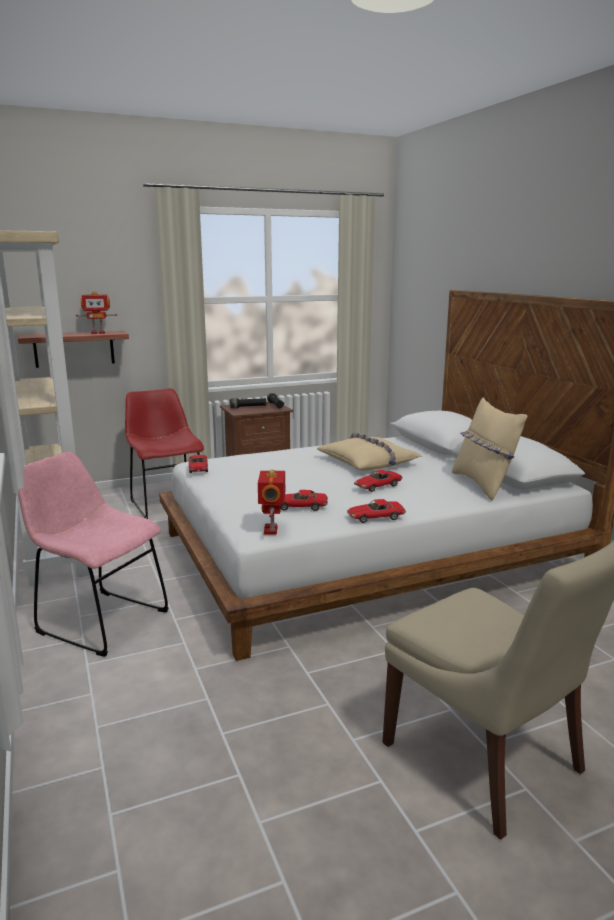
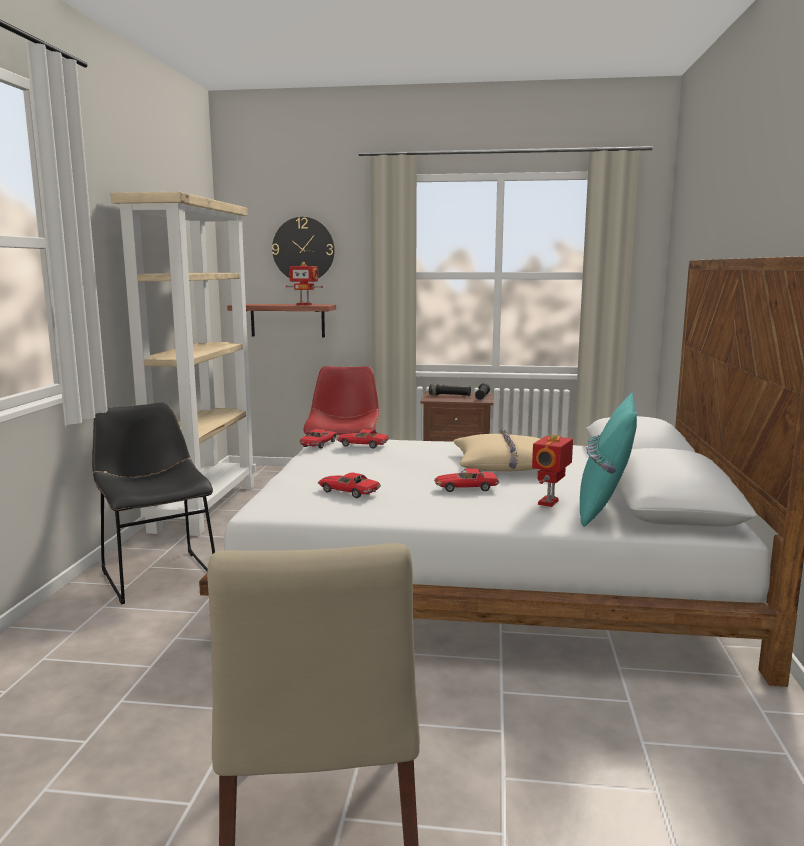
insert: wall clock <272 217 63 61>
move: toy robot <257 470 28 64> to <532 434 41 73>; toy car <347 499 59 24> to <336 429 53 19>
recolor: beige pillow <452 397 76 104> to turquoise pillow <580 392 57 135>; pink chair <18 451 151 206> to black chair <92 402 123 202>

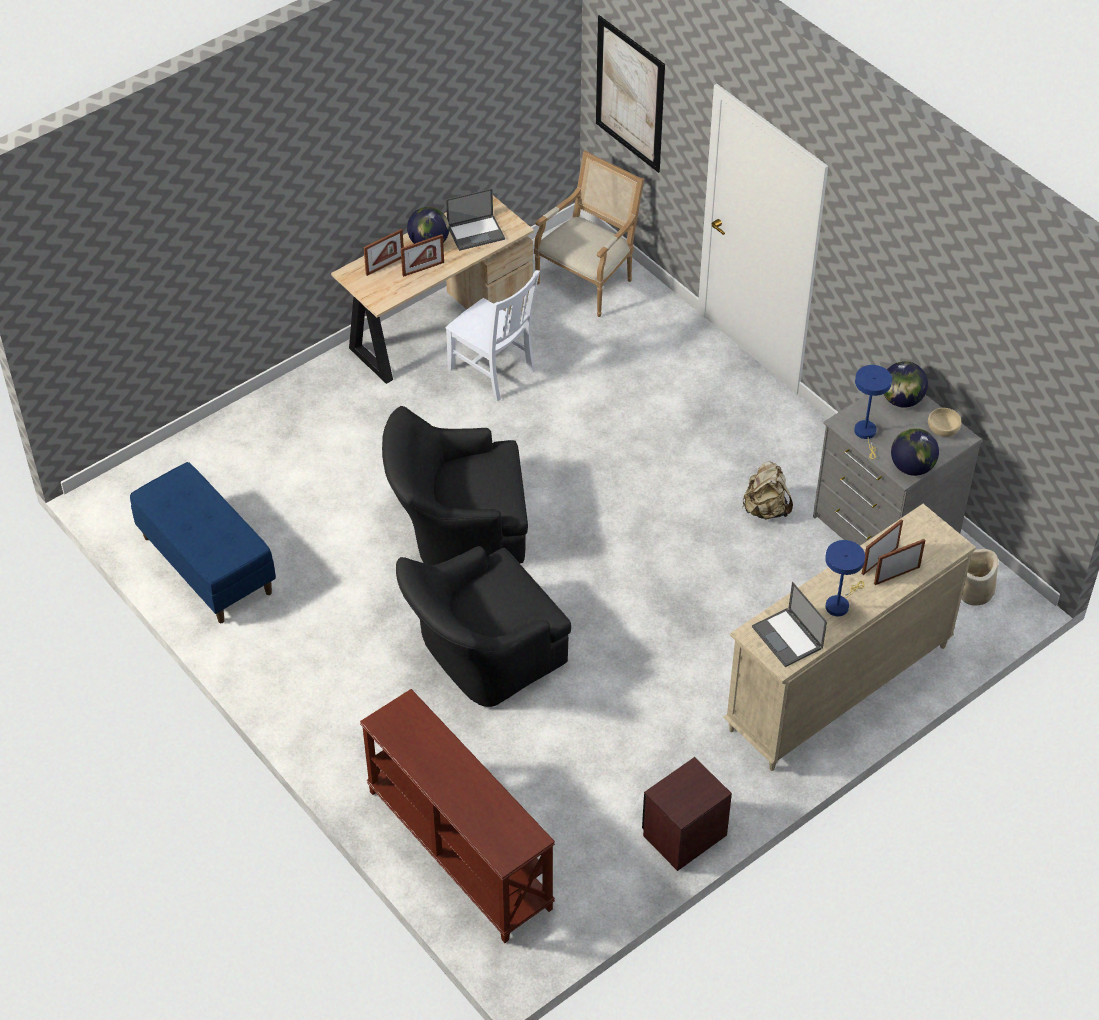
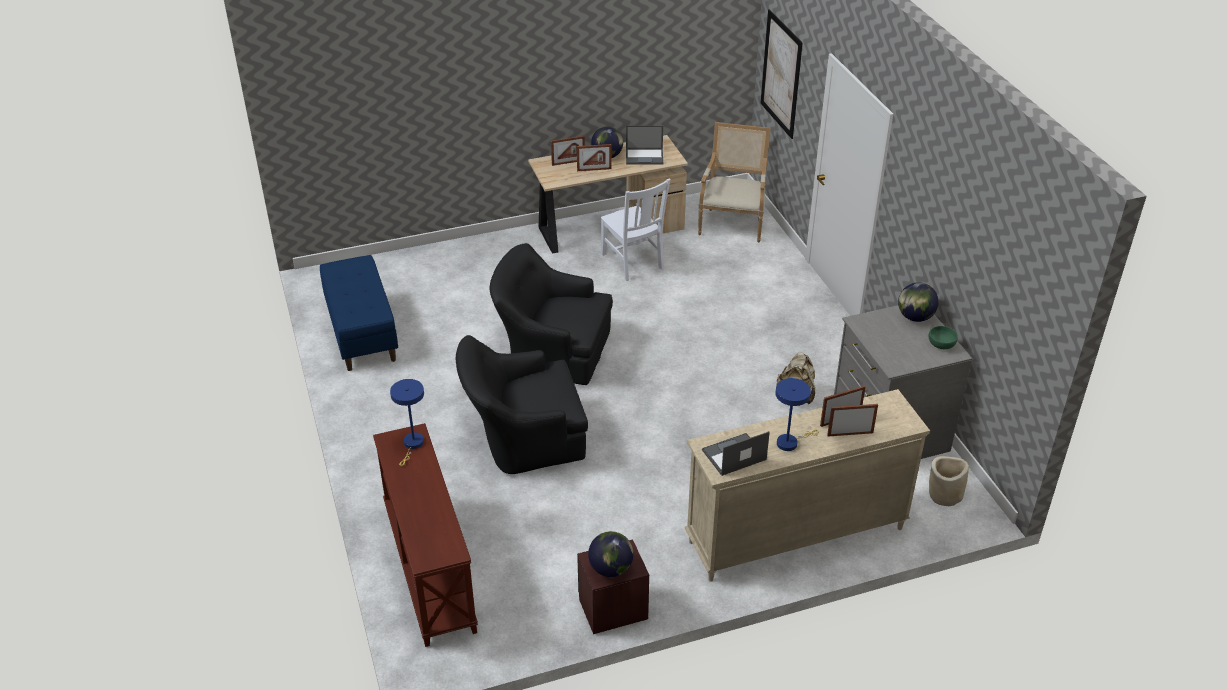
move: blue table lamp <854 365 38 94> to <390 379 34 87>; globe <891 428 48 48> to <588 531 46 46>
recolor: beige bowl <928 408 33 29> to green bowl <929 326 29 23>
rotate: armchair <534 150 110 167> = <698 122 73 120> 45 degrees counterclockwise; laptop <752 582 75 85> = <702 431 68 45> 75 degrees clockwise

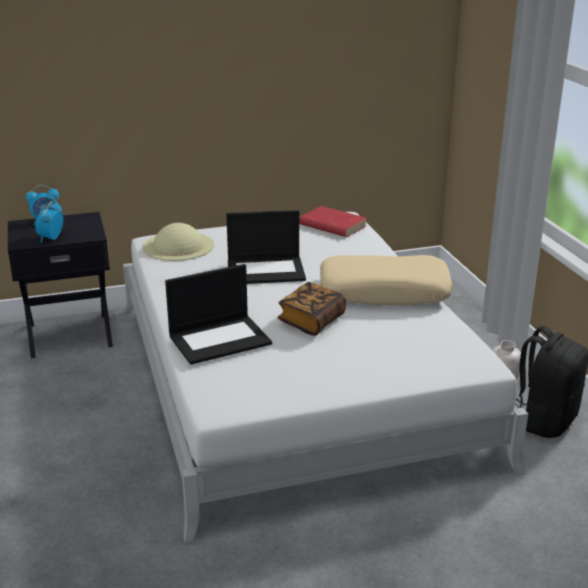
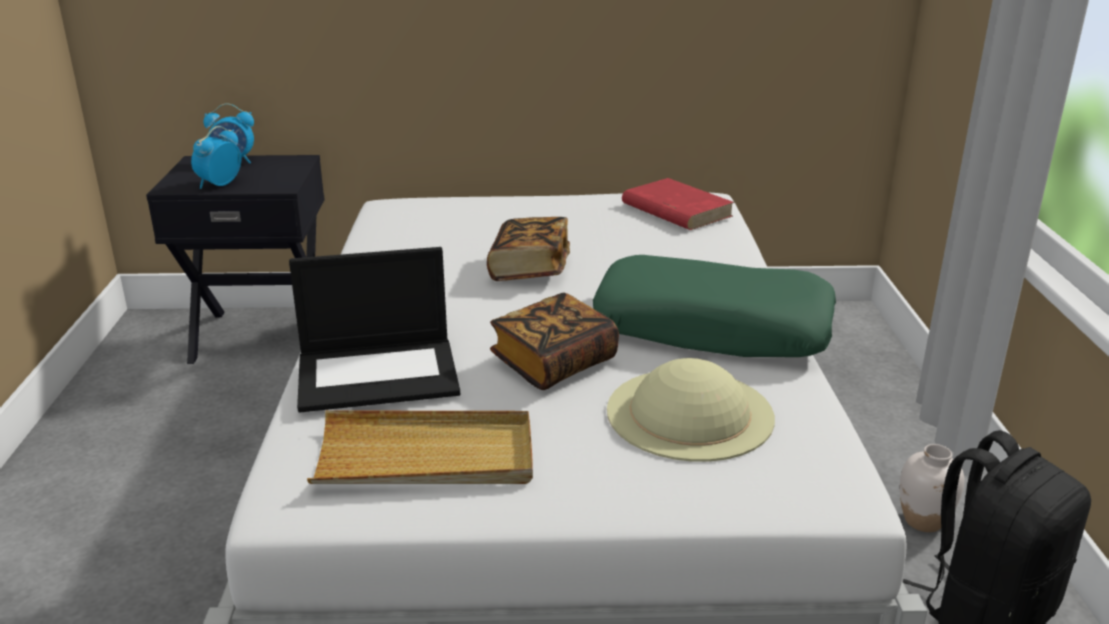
insert: beige tray <307 410 226 74>
move: beige hat <143 223 71 38> to <607 358 168 104>
replace: laptop <226 210 80 74> to book <487 217 83 64>
recolor: beige pillow <320 255 133 51> to green pillow <593 255 243 102>

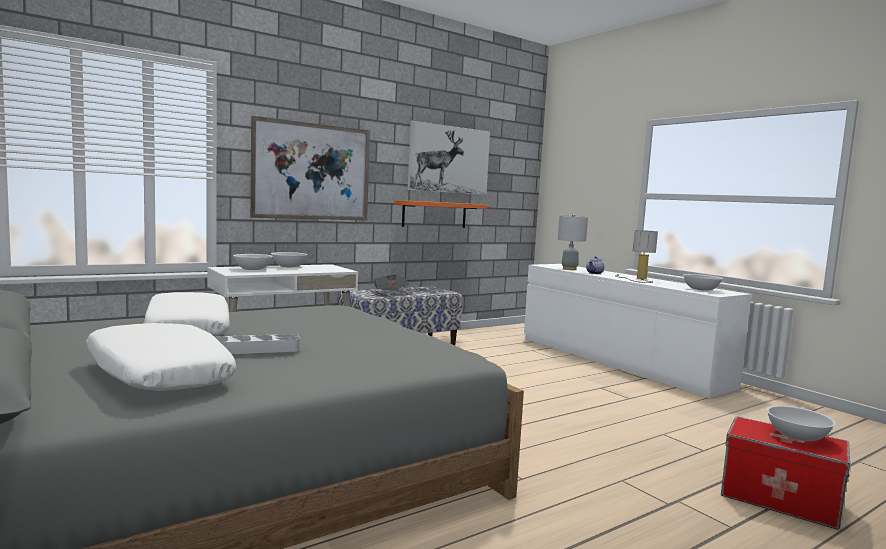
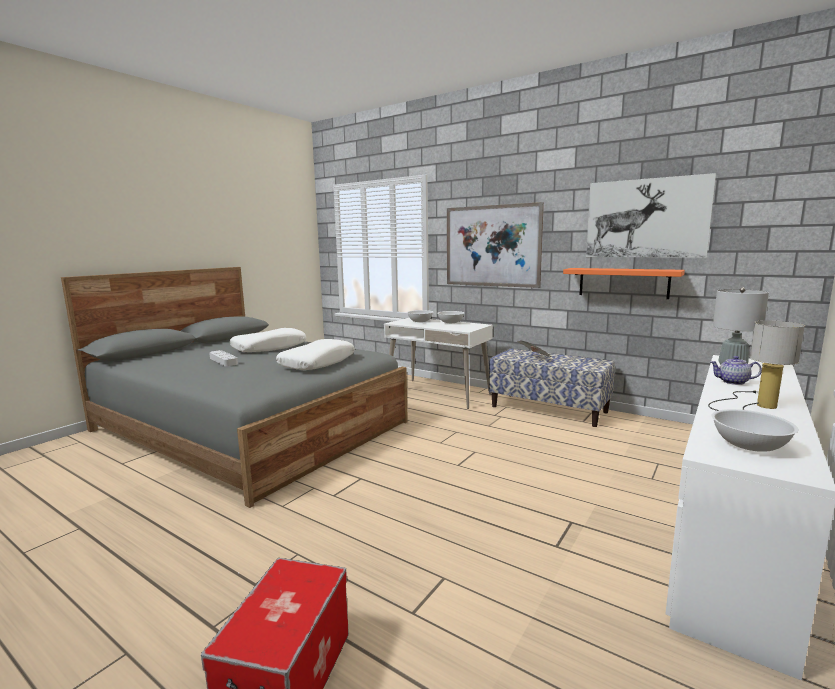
delete: white bowl <766 405 70 36>
move: white pillow <86 323 150 68> to <276 339 79 31>

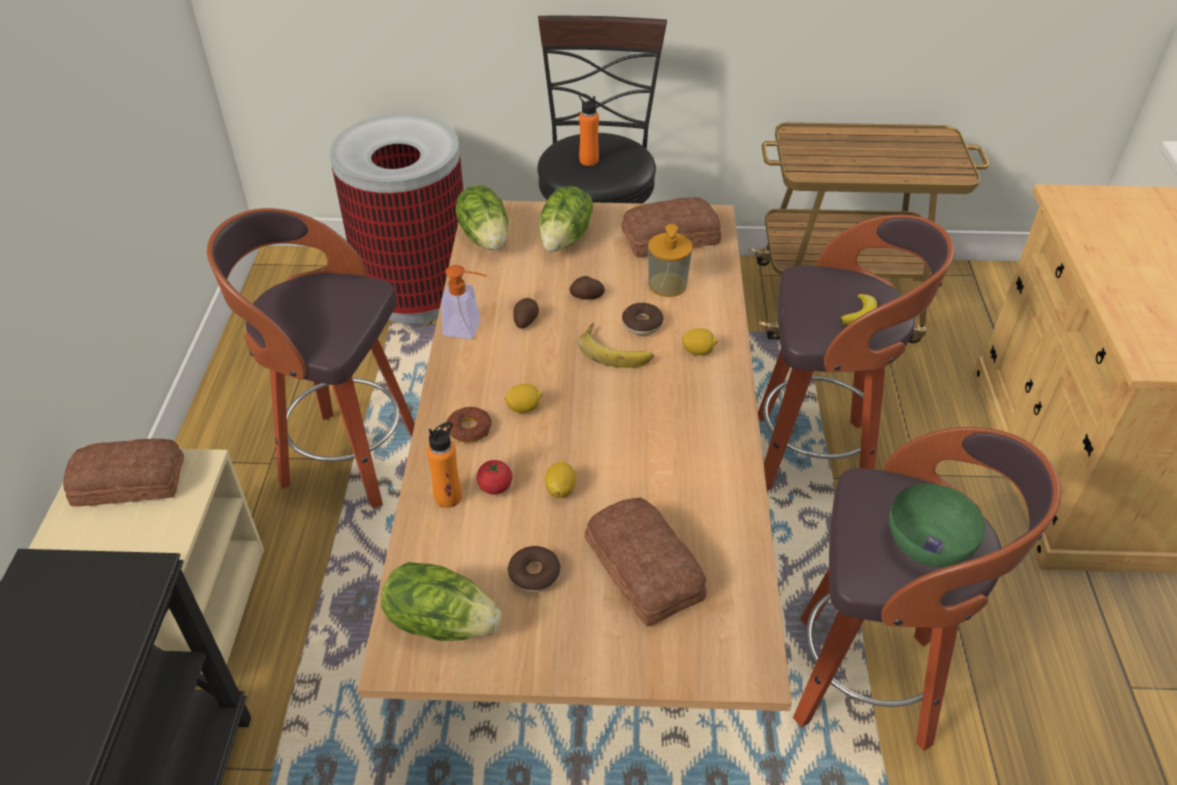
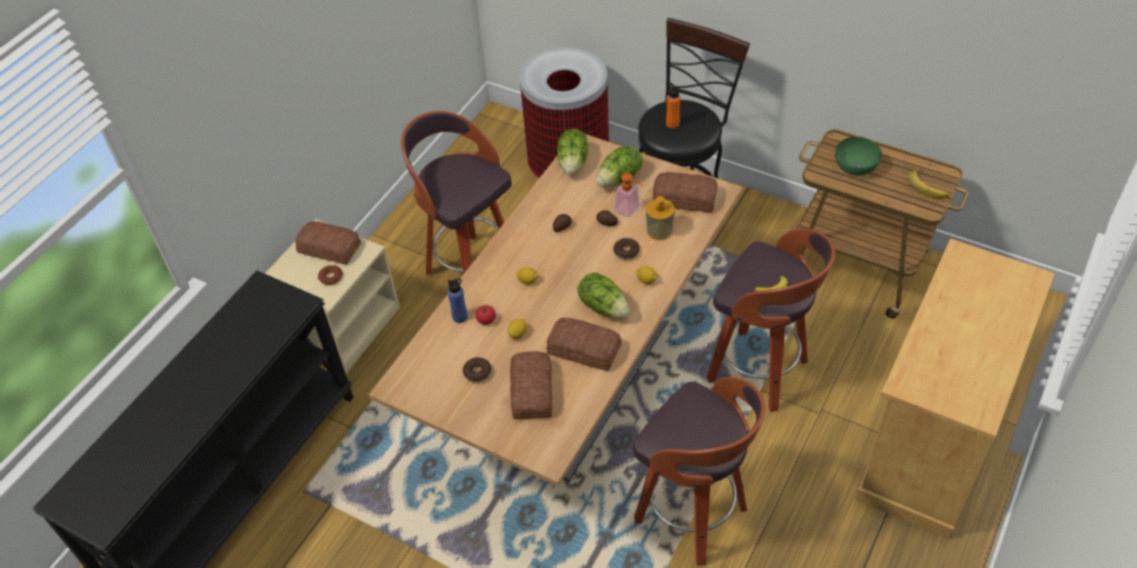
insert: bread <546 318 76 53>
move: soap dispenser <442 265 45 74> to <614 173 29 44>; banana <578 323 76 45> to <907 166 42 33>; donut <446 407 45 36> to <318 265 25 20>; green bowl <889 484 96 83> to <835 137 47 39>; lettuce <381 562 120 79> to <577 273 53 46>
recolor: orange bottle <427 422 35 86> to blue bottle <447 279 21 44>

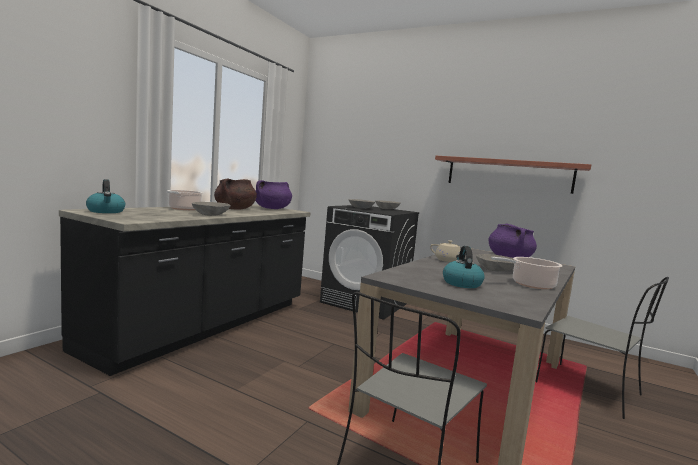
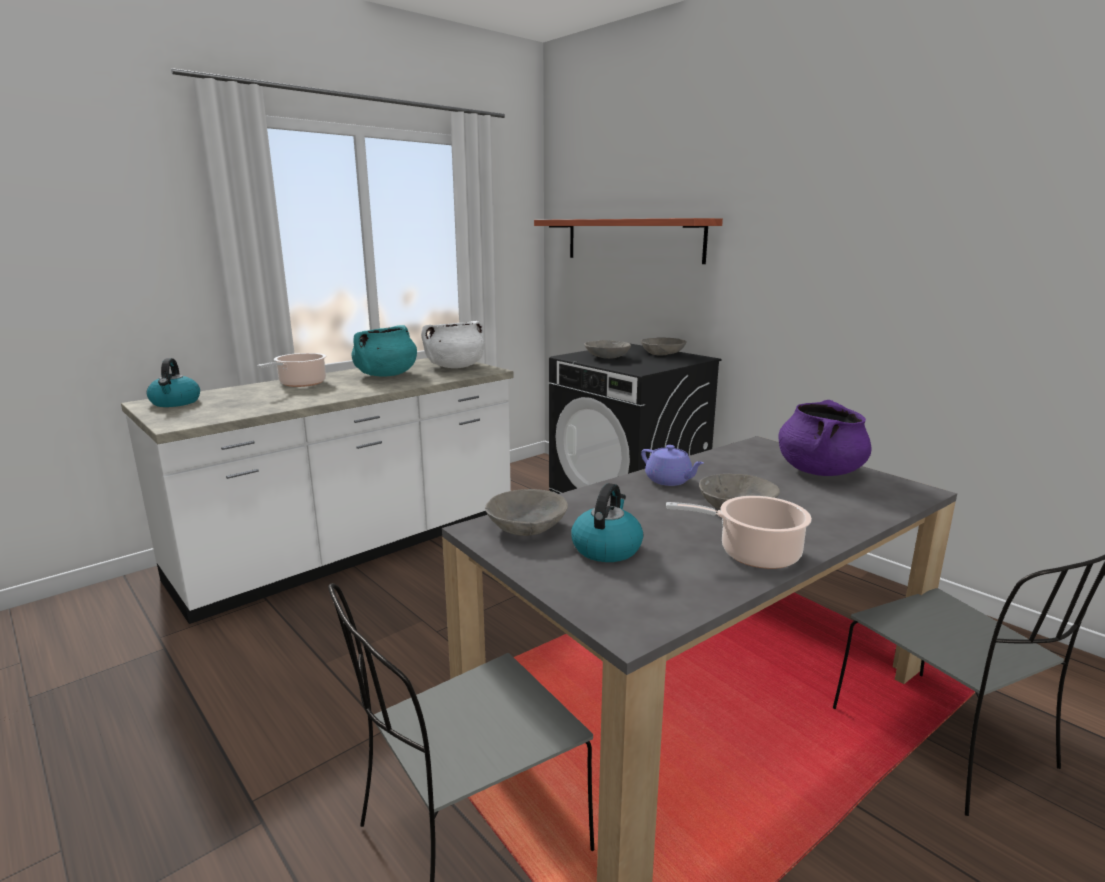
move: shelf <435 156 156 38> to <534 218 189 46>; grey bowl <192 202 39 14> to <485 489 83 47>
recolor: brown cooking pot <214 179 43 31> to turquoise cooking pot <352 325 65 52>; purple cooking pot <255 180 37 29> to white cooking pot <421 321 64 47>; black counter <59 204 251 172> to white counter <121 358 393 266>; beige teapot <430 240 43 22> to purple teapot <641 445 63 41>

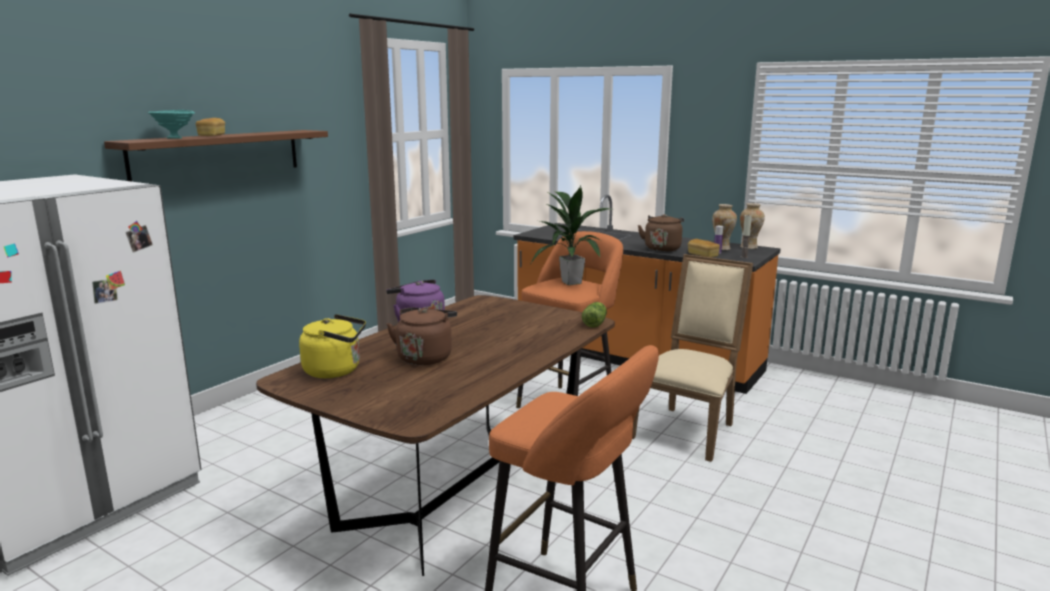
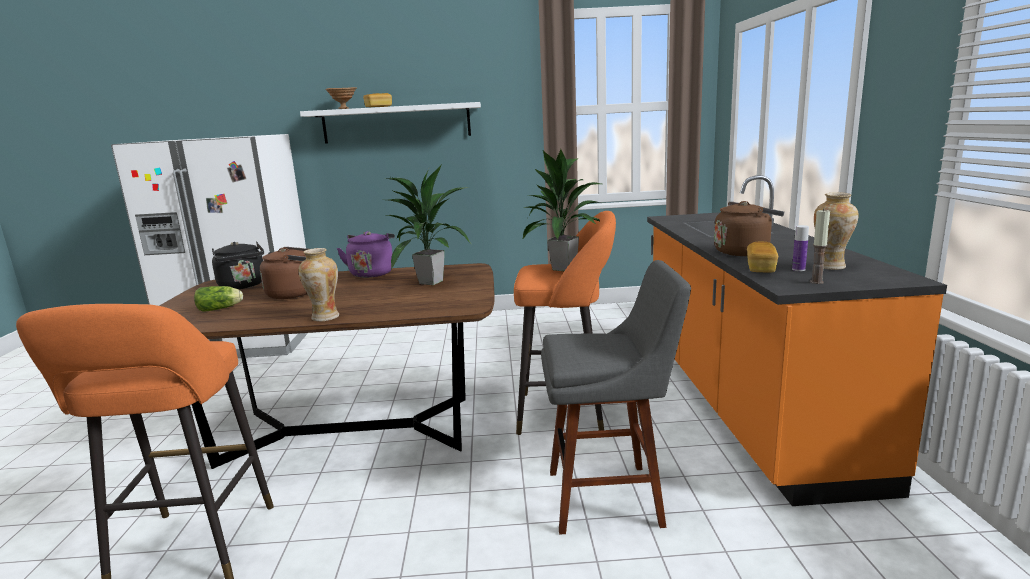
insert: potted plant <382 165 88 120>
move: vase <740 203 25 46> to <298 248 41 74>; lettuce <582 302 25 26> to <194 286 49 26>
replace: beige chair <632 254 121 208> to grey stool <541 260 150 275>
recolor: turquoise bowl <148 110 47 29> to brown bowl <325 87 32 22>; brown shelf <104 130 224 52> to white shelf <300 102 181 42>; yellow kettle <299 314 67 64> to black kettle <212 242 60 47>

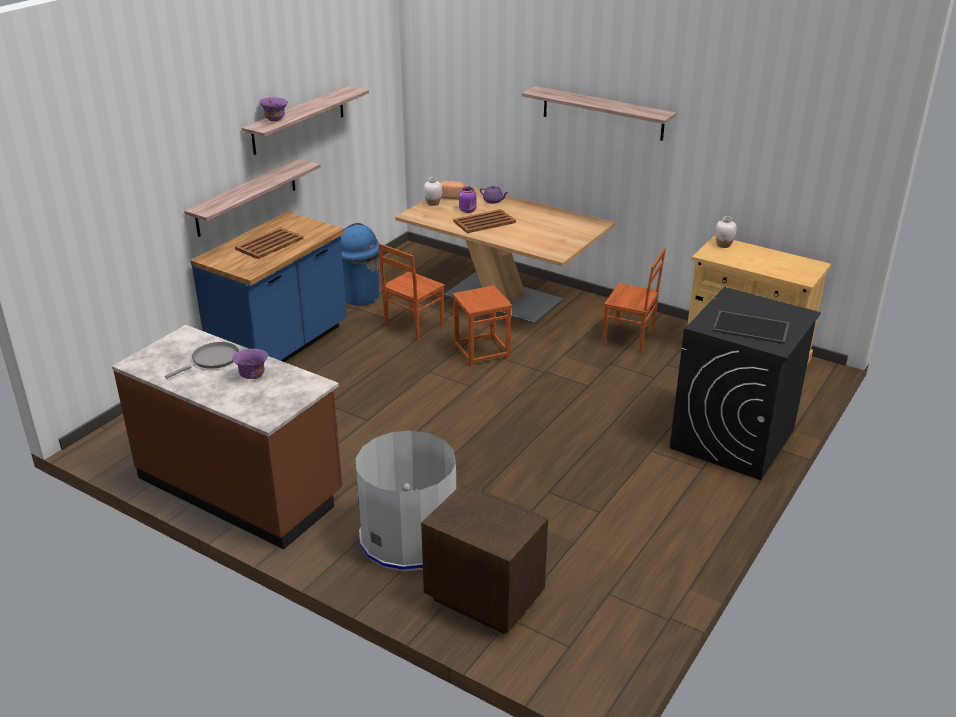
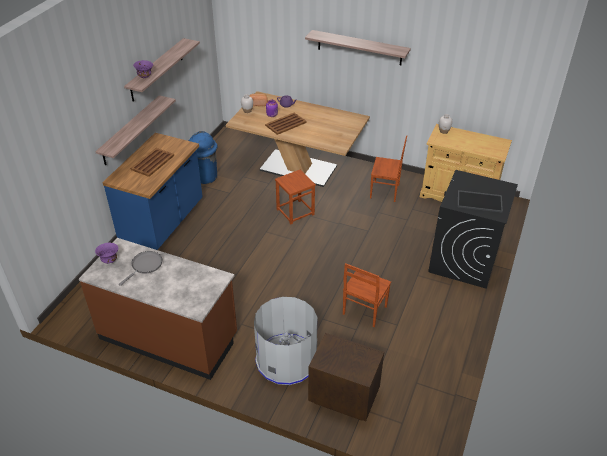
move: brown chair <378 243 66 98> to <343 263 48 64>; purple bowl <232 349 36 30> to <95 243 23 21>

